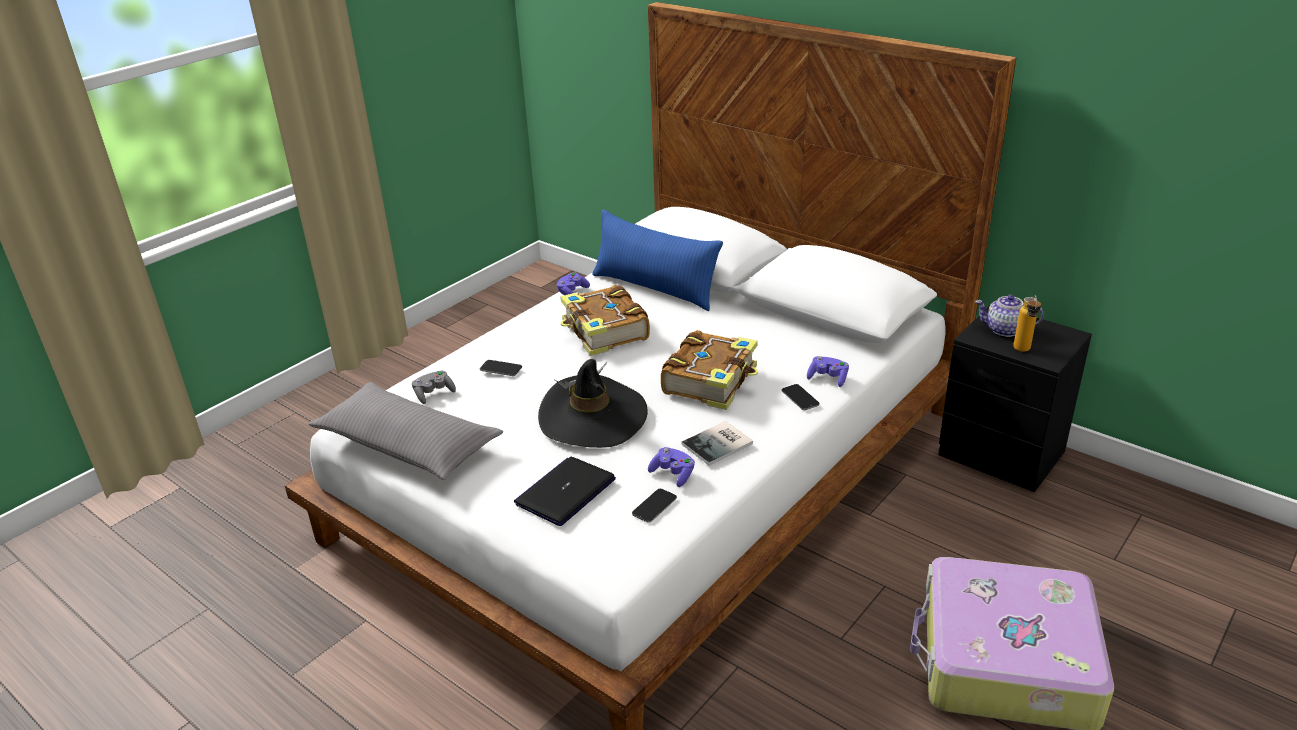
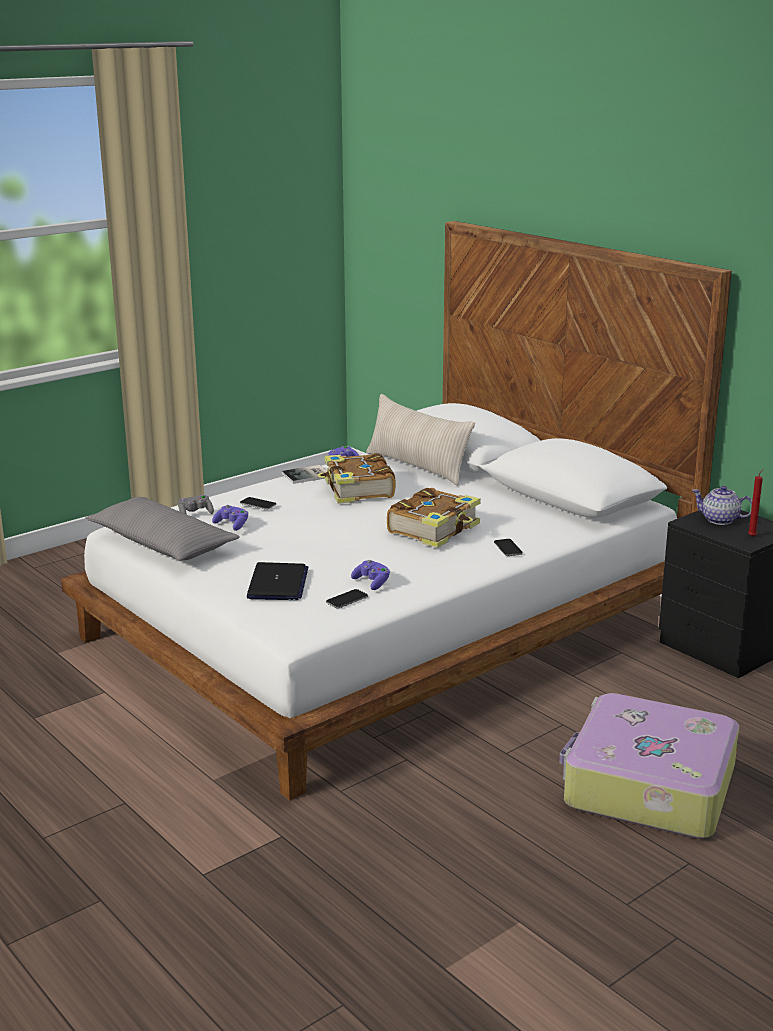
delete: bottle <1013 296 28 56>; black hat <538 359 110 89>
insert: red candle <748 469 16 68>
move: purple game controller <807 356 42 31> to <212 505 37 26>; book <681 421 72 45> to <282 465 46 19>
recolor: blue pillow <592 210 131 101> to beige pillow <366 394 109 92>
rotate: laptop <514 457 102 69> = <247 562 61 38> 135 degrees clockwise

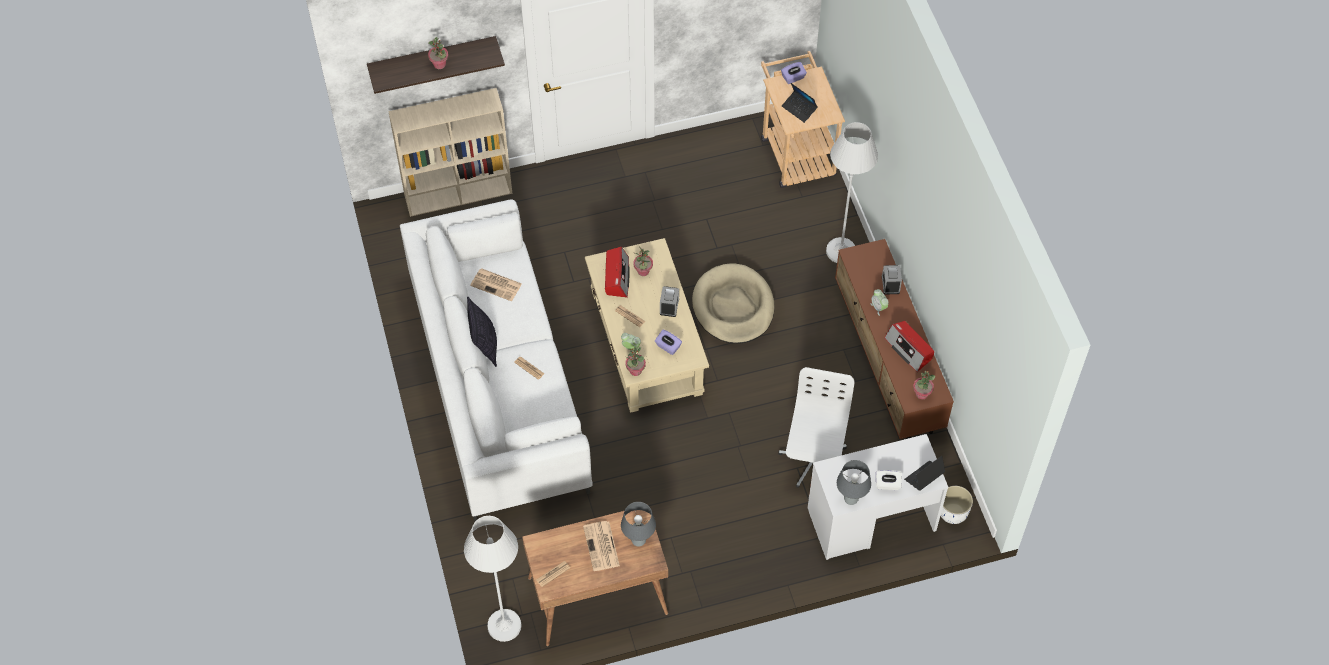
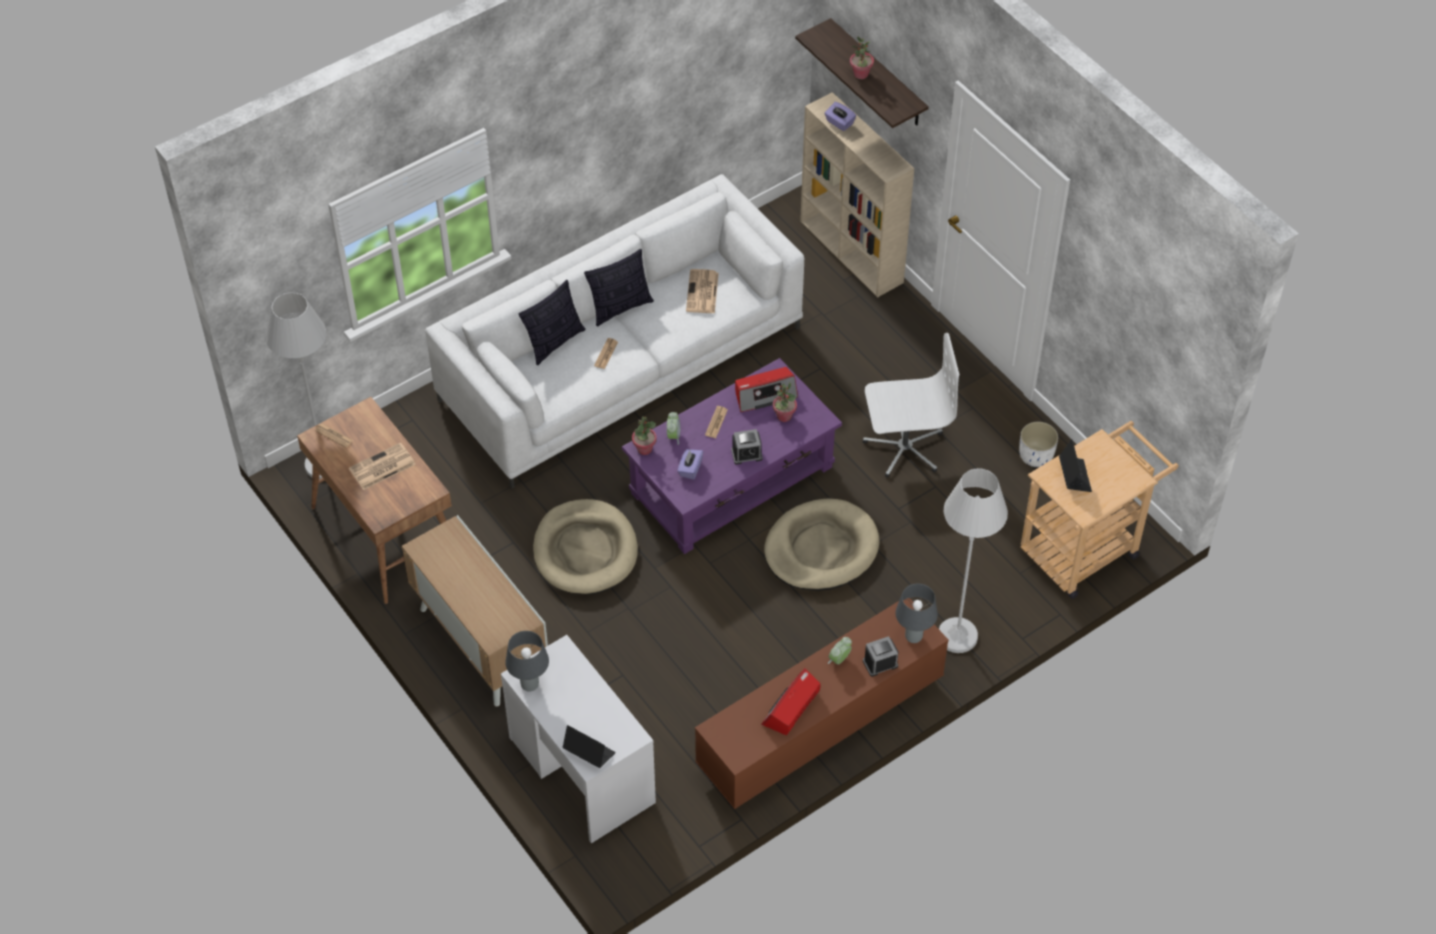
delete: potted plant <913 371 22 29>; white tissue box <876 470 26 20>
insert: pillow <519 280 66 85>; beige dog bed <533 499 105 95>; cabinet <402 515 146 192>
move: purple tissue box <781 62 26 22> to <824 102 32 29>; white office chair <778 367 77 121> to <862 333 97 145>; white planter <941 486 32 38> to <1019 422 39 45>; grey table lamp <621 502 35 45> to <895 584 43 59>
recolor: beige coffee table <585 238 124 175> to purple coffee table <622 358 220 196>
rotate: laptop <782 83 36 40> = <1059 440 33 52> 150 degrees clockwise

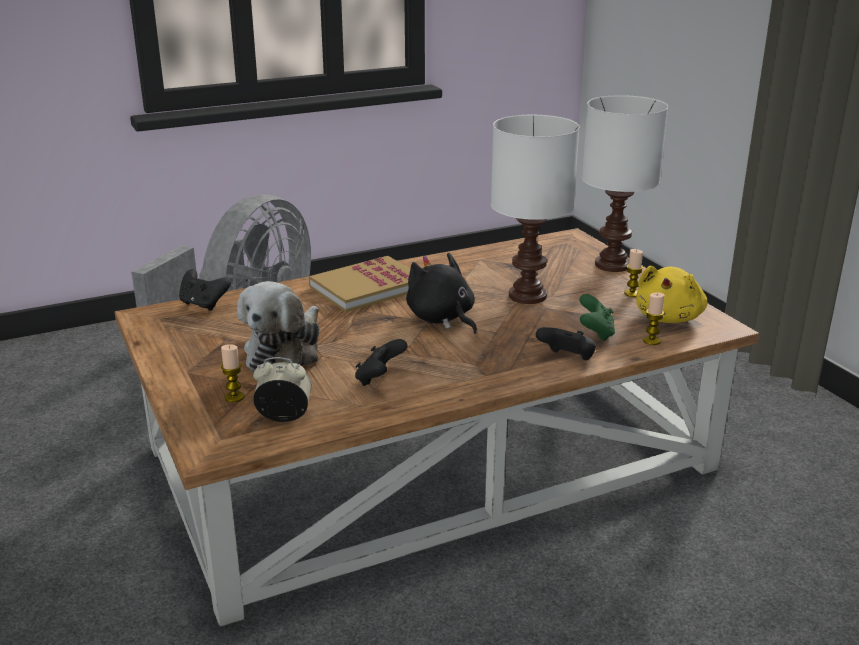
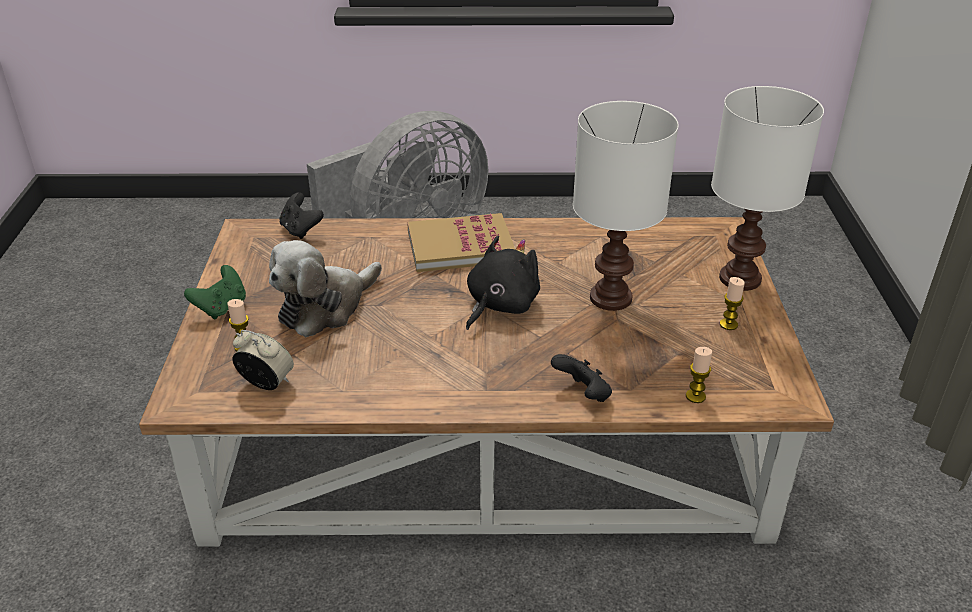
delete: yellow plush toy <636 266 71 57>; black game controller <355 339 53 47>
move: green game controller <579 294 36 47> to <184 265 62 54>
rotate: black plush toy <406 253 71 81> = <466 236 74 94> 45 degrees clockwise

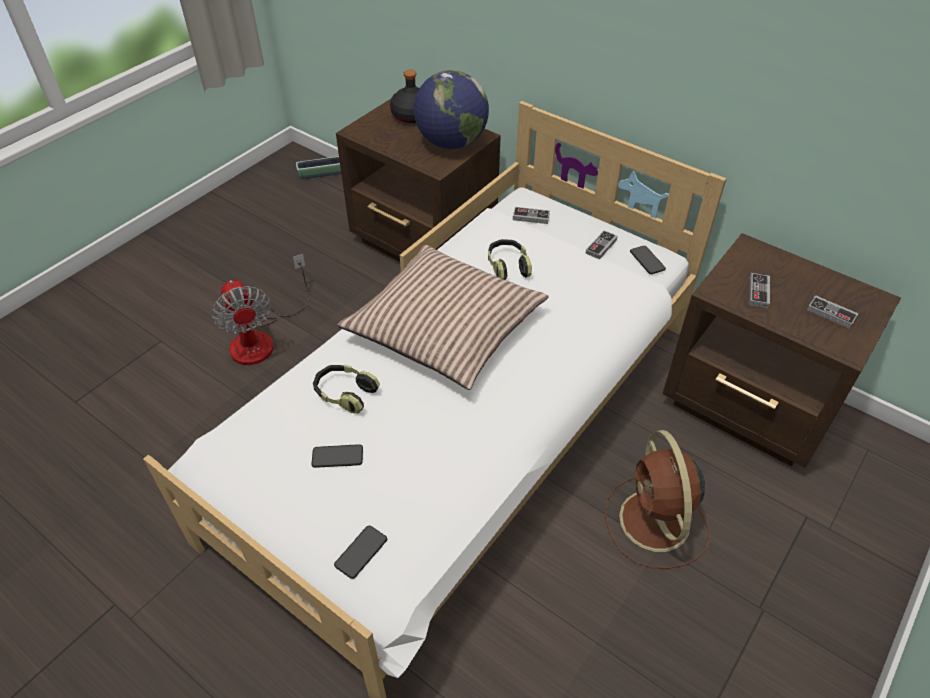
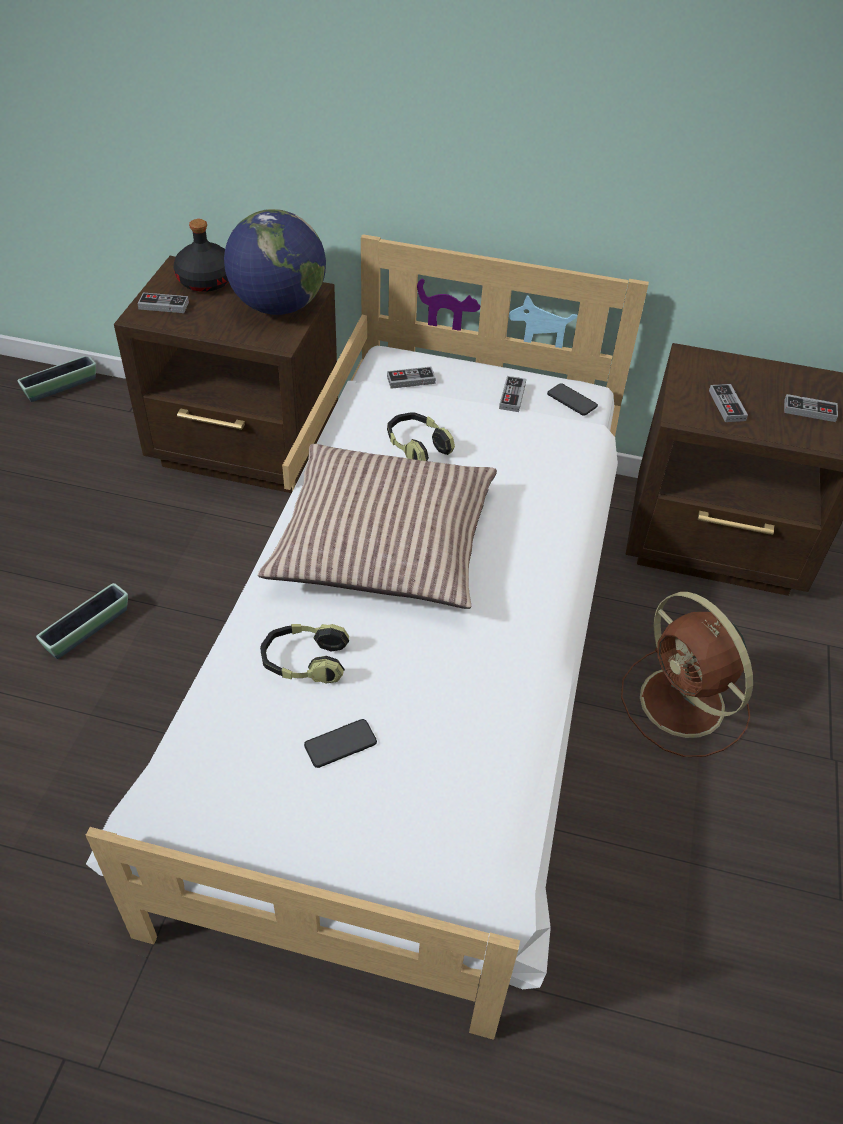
delete: phone <334 526 53 53>
insert: game controller <137 293 52 20>
replace: fan <212 254 96 111> to planter <36 583 92 76>

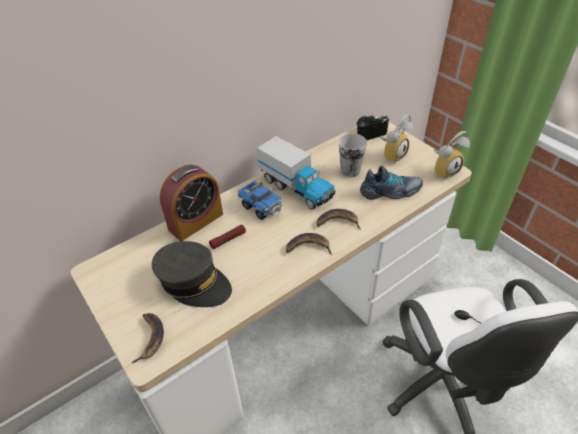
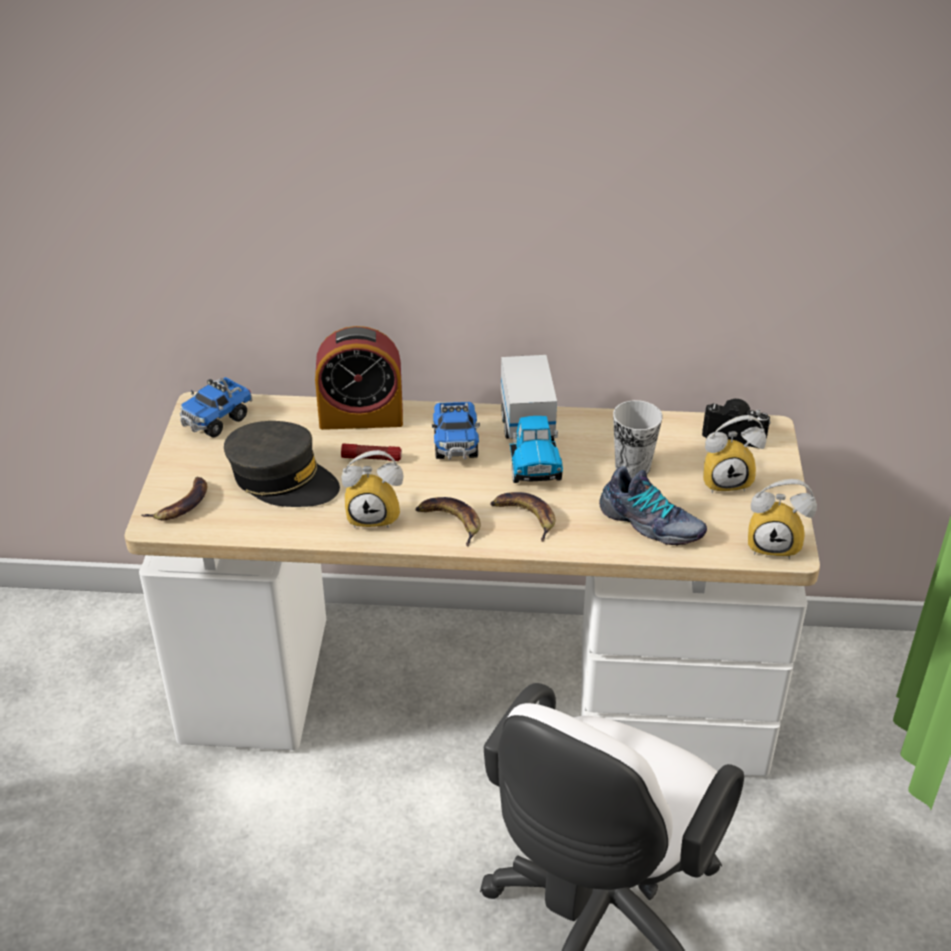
insert: toy truck <180 377 72 61>; alarm clock <341 450 63 79>
rotate: grey cap <152 241 80 66> = <224 421 116 86> 45 degrees counterclockwise

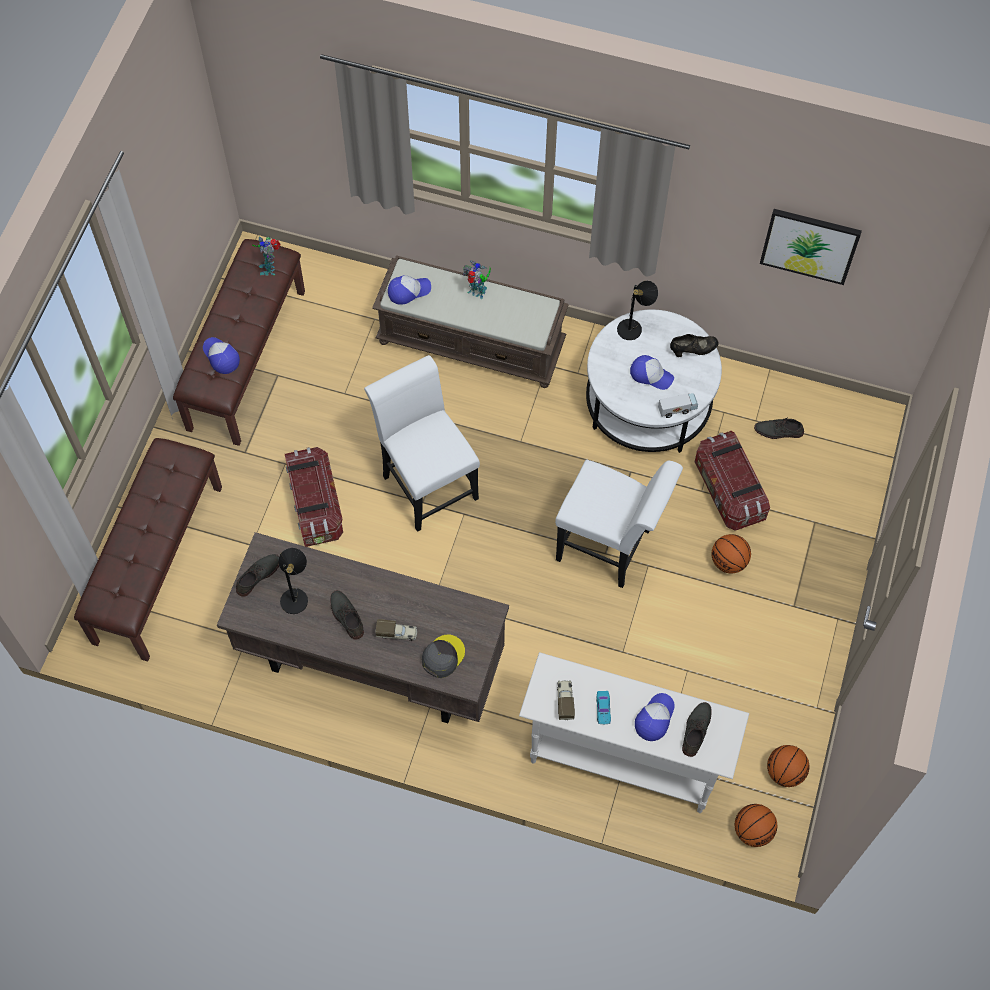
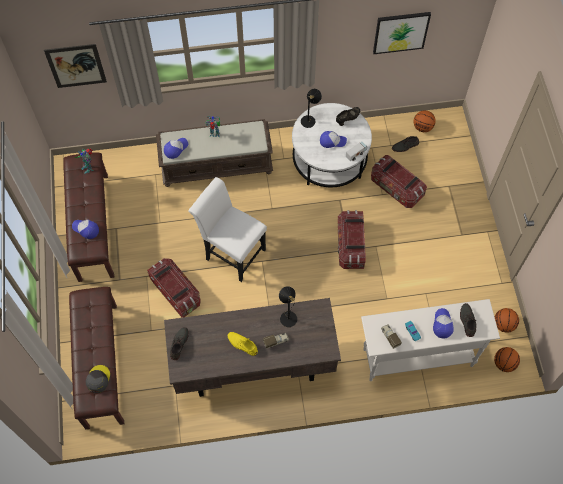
insert: picture <44 44 63 44>
move: basketball <711 534 40 39> to <414 110 22 22>; black table lamp <278 548 30 66> to <279 286 18 41>; grey cap <422 634 43 44> to <85 365 25 28>
replace: white chair <555 460 128 128> to storage box <338 210 28 59>
recolor: grey shoe <330 590 34 50> to yellow shoe <228 332 30 24>

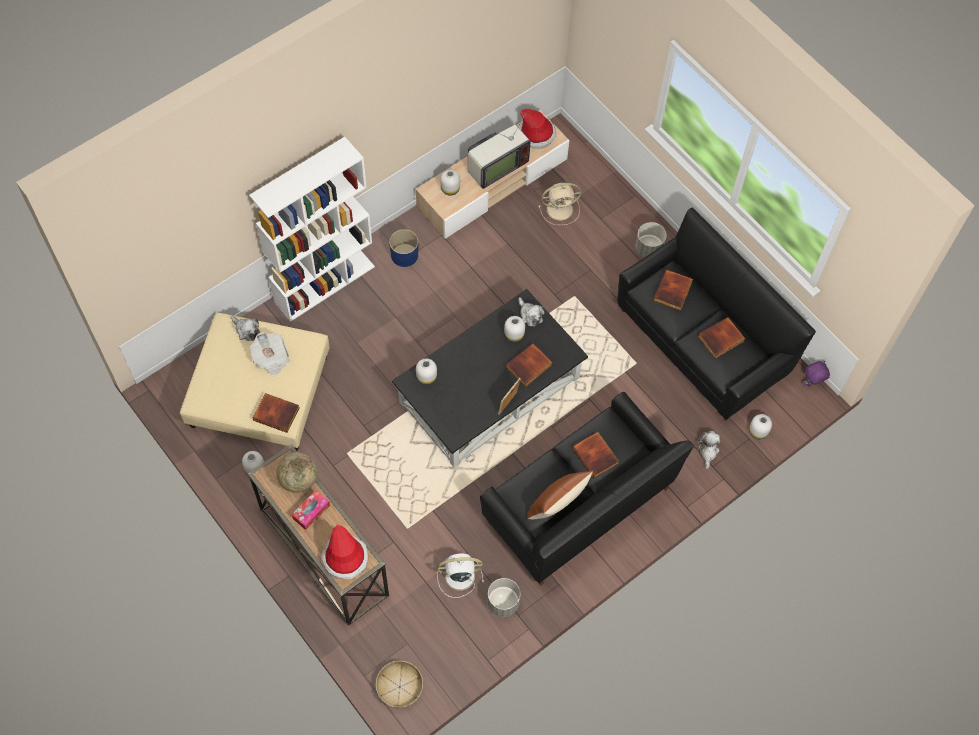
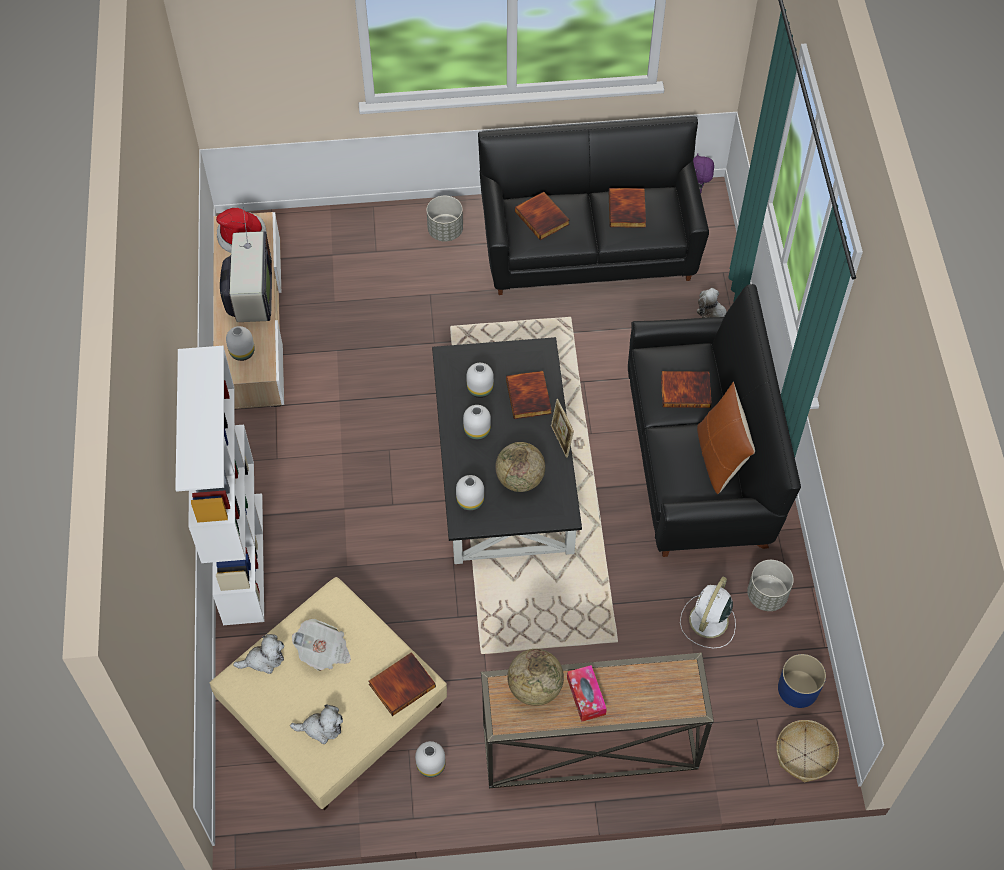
delete: beige fan <538 182 43 43>; hat <322 525 46 54>
insert: globe <495 442 50 50>
move: blue planter <389 229 29 38> to <778 654 48 54>; plush toy <518 297 27 30> to <290 704 53 40>; white vase <749 414 23 25> to <463 405 28 35>

